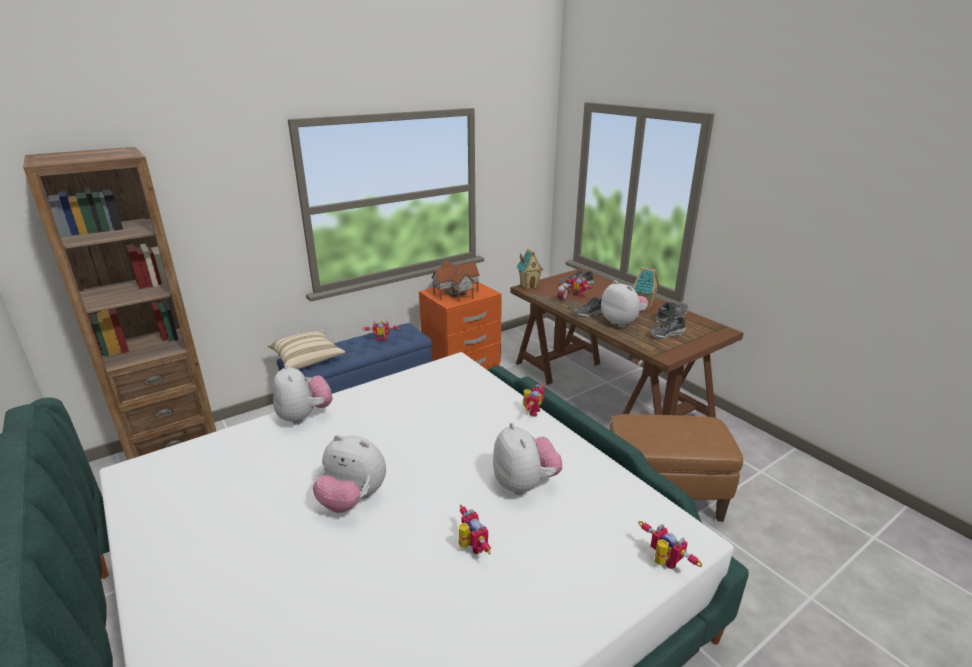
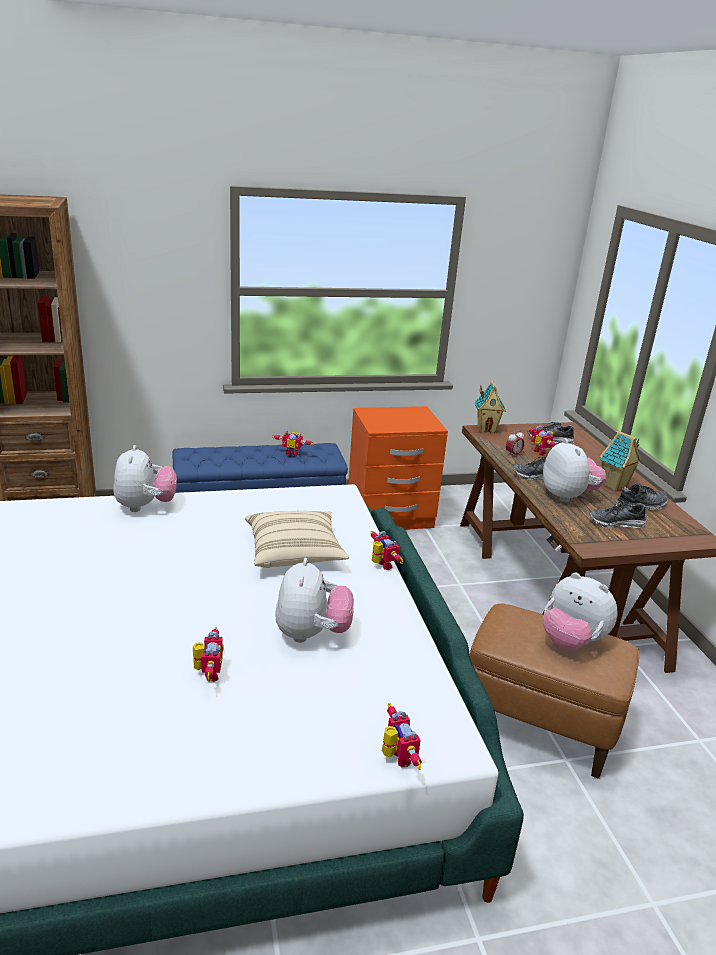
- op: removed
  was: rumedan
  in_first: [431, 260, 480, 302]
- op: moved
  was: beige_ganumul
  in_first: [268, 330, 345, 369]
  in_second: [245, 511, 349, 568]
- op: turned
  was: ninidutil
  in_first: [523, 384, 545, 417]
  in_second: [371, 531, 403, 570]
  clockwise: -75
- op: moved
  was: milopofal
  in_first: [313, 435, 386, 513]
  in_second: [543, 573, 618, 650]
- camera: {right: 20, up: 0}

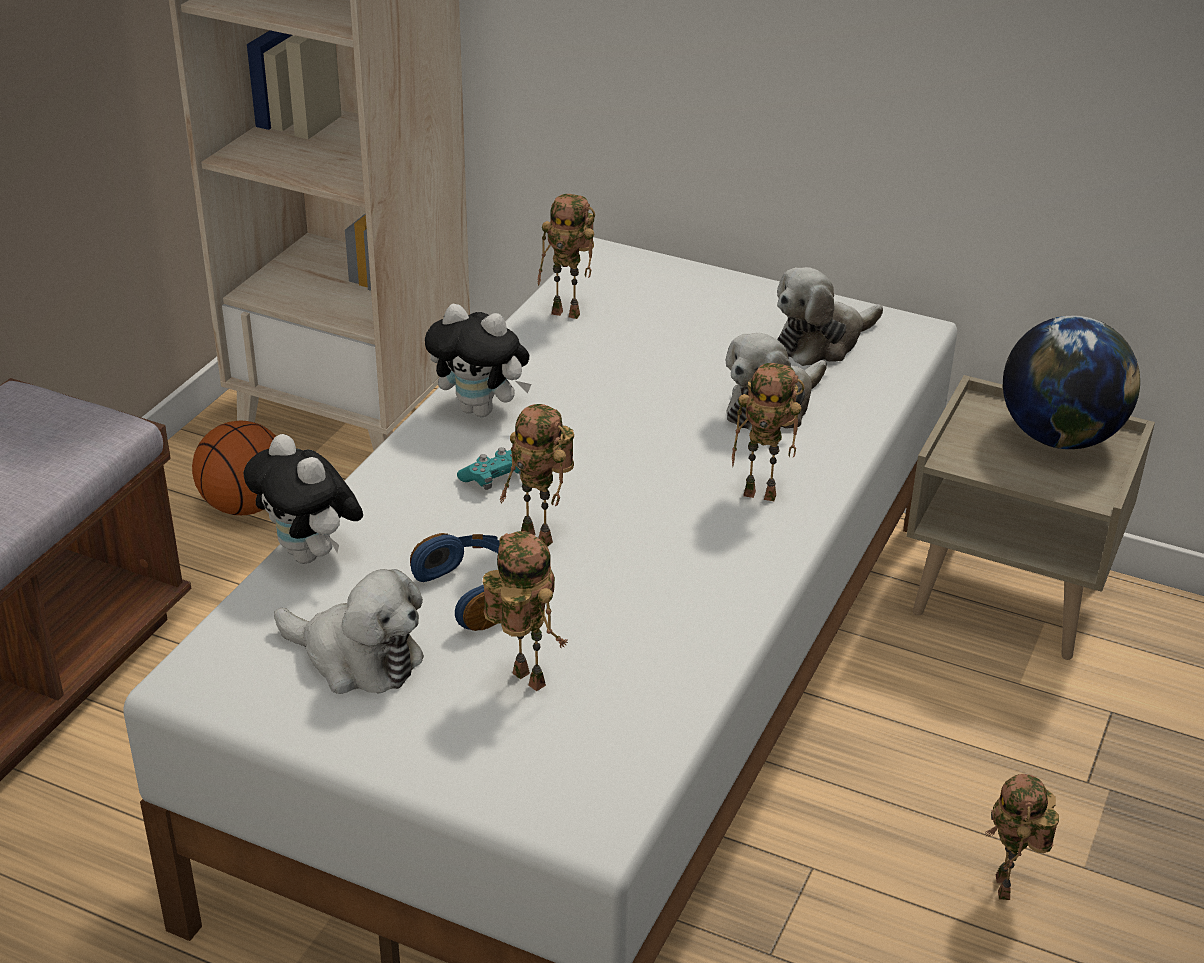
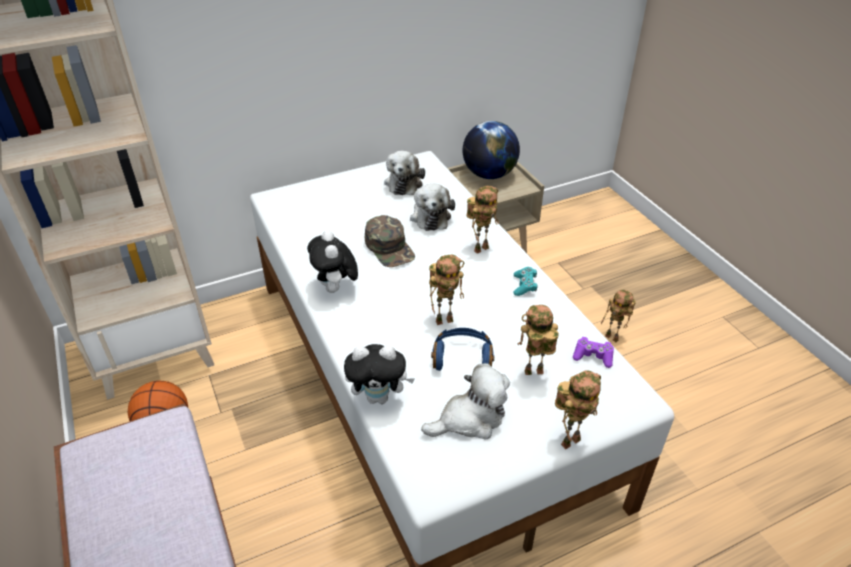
- op: moved
  was: ninidutil
  in_first: [538, 194, 595, 319]
  in_second: [555, 370, 601, 449]
- op: turned
  was: milopofal
  in_first: [425, 304, 531, 417]
  in_second: [307, 230, 358, 293]
  clockwise: 105
- op: moved
  was: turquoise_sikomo
  in_first: [457, 447, 521, 490]
  in_second: [514, 267, 538, 296]
- op: added
  now: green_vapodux
  in_second: [365, 215, 415, 267]
- op: added
  now: purple_sikomo
  in_second: [573, 337, 614, 368]
- camera: {right: -50, up: 5}

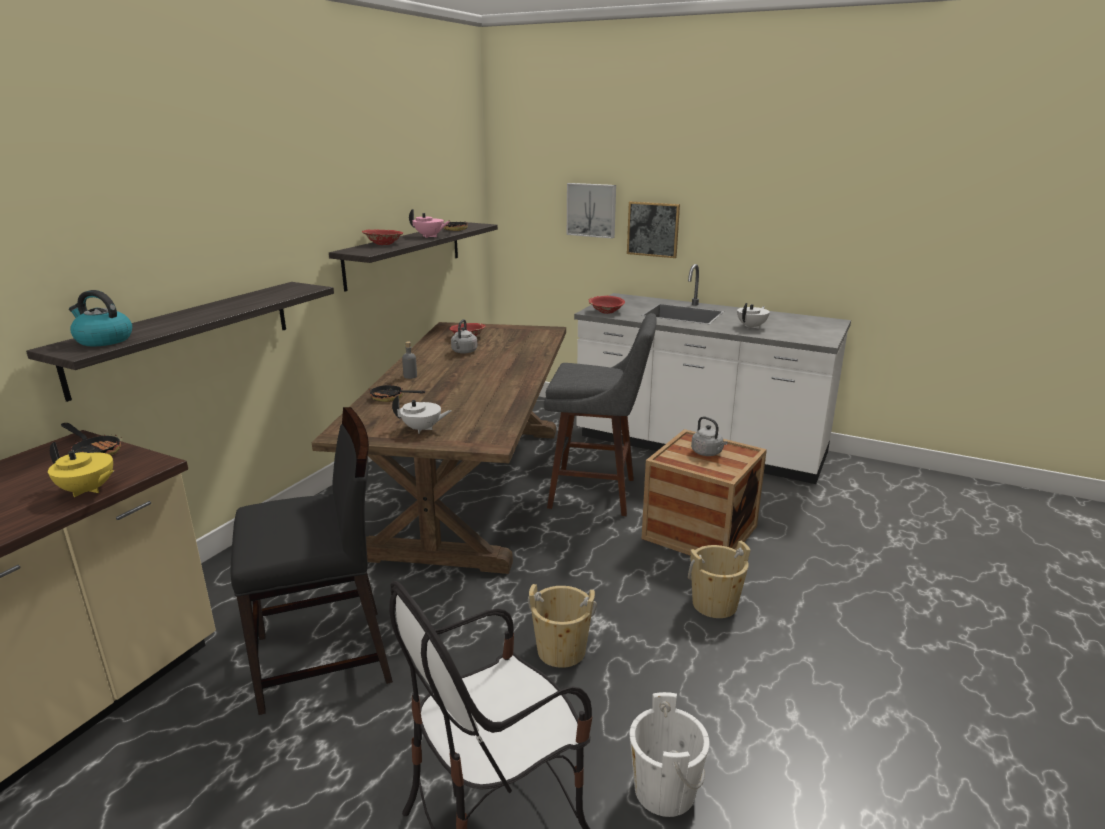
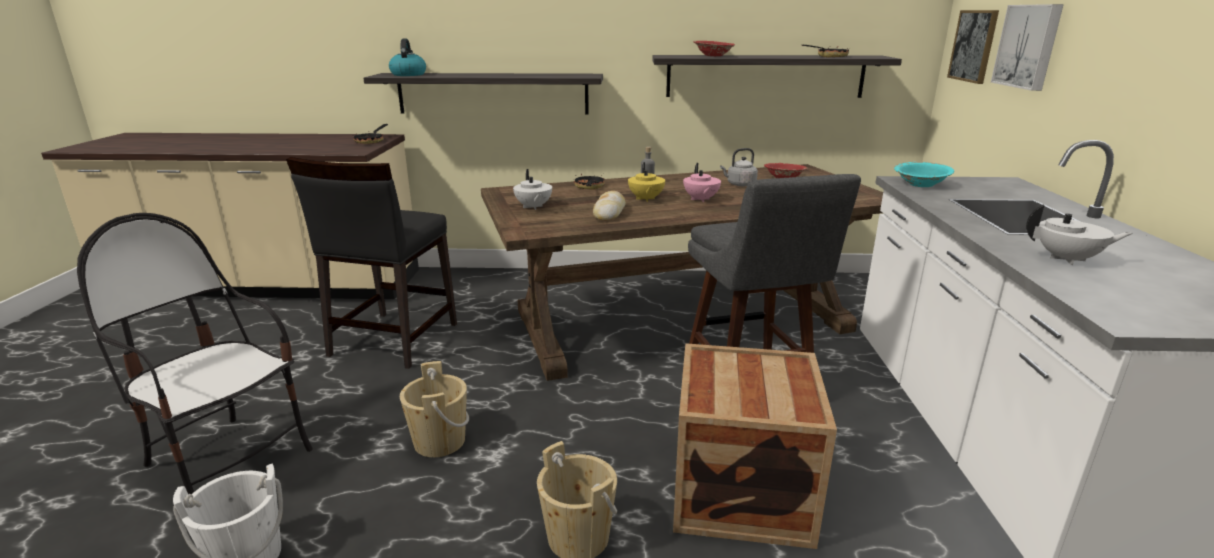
- op: moved
  was: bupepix
  in_first: [627, 201, 680, 258]
  in_second: [947, 10, 999, 84]
- op: moved
  was: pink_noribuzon
  in_first: [409, 209, 450, 238]
  in_second: [683, 163, 721, 202]
- op: recoloured
  was: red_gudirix
  now: turquoise_gudirix
  in_first: [588, 295, 625, 314]
  in_second: [894, 162, 954, 187]
- op: turned
  was: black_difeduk
  in_first: [231, 407, 393, 715]
  in_second: [286, 157, 457, 369]
  clockwise: 60
- op: removed
  was: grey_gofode
  in_first: [691, 416, 728, 456]
- op: moved
  was: yellow_noribuzon
  in_first: [48, 442, 114, 497]
  in_second: [628, 162, 665, 202]
- op: added
  now: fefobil
  in_second: [593, 191, 626, 221]
- camera: {right: 65, up: 0}

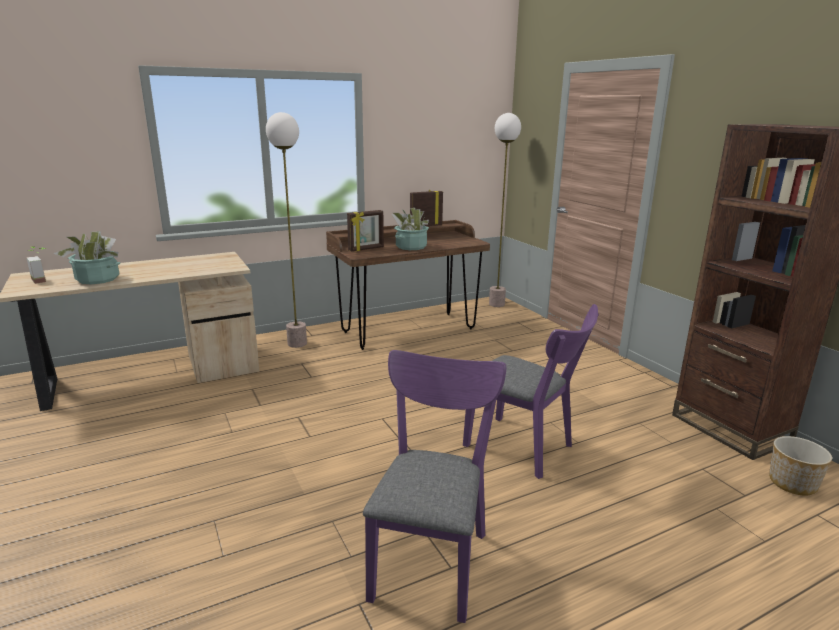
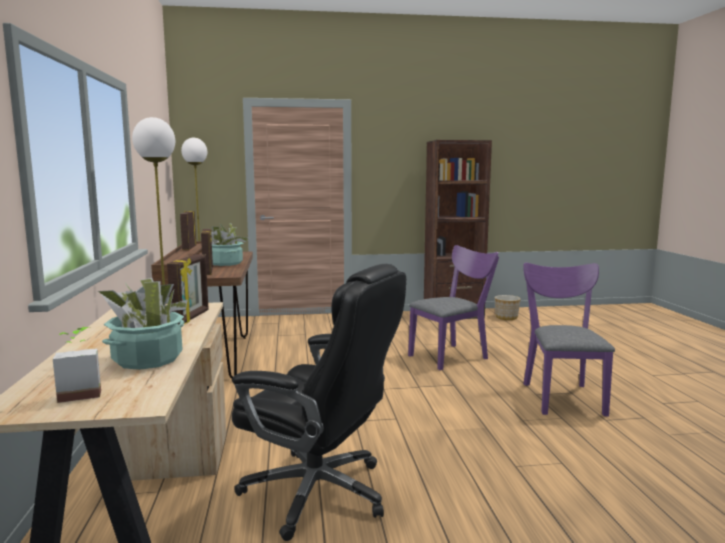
- op: turned
  was: purple_difeduk
  in_first: [363, 350, 506, 623]
  in_second: [523, 263, 615, 416]
  clockwise: 60
- op: added
  now: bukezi
  in_second: [167, 254, 209, 325]
- op: added
  now: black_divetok
  in_second: [232, 264, 406, 541]
- camera: {right: -70, up: -10}

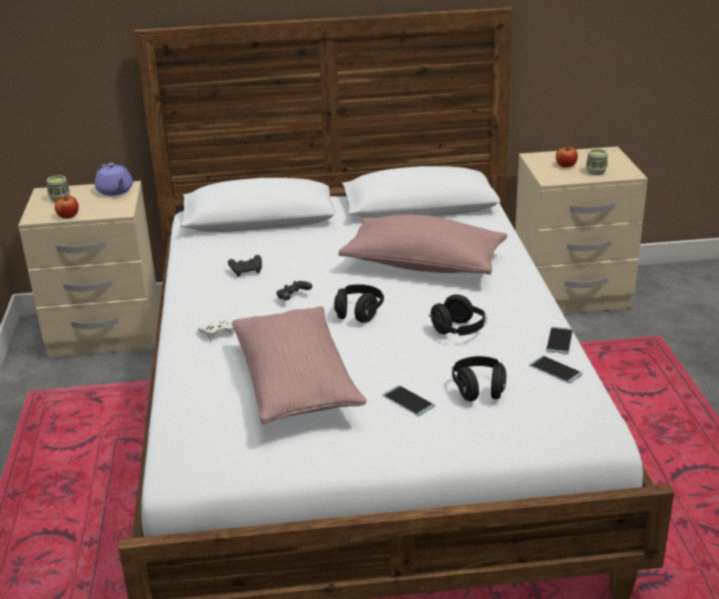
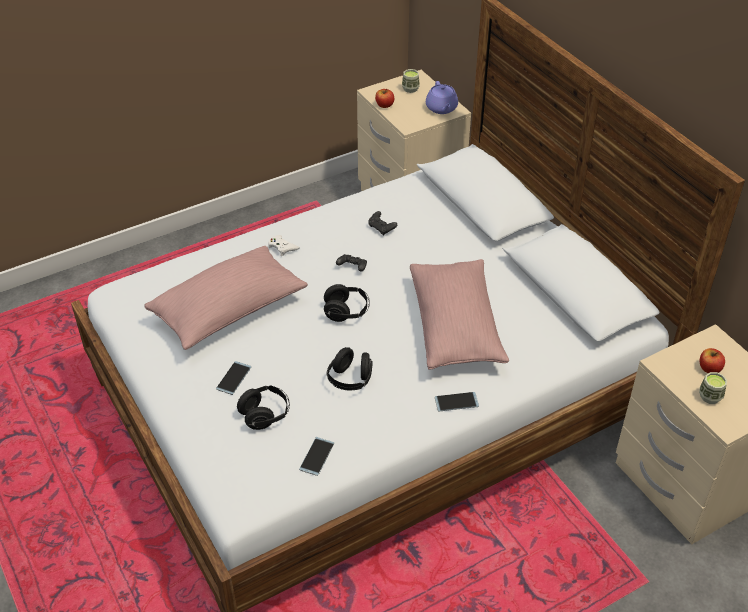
- op: turned
  was: purple_noribuzon
  in_first: [95, 163, 133, 196]
  in_second: [426, 81, 458, 114]
  clockwise: -45
- op: moved
  was: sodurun
  in_first: [546, 327, 573, 354]
  in_second: [435, 392, 479, 412]
- camera: {right: 65, up: 15}

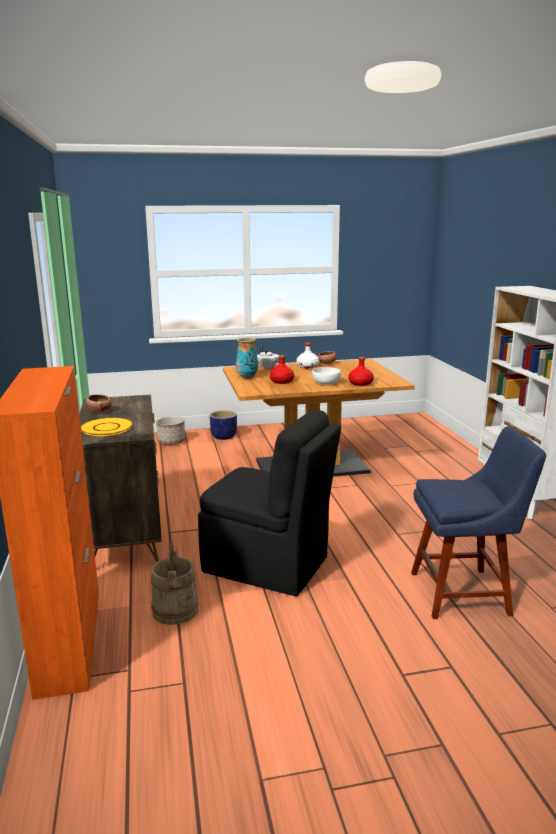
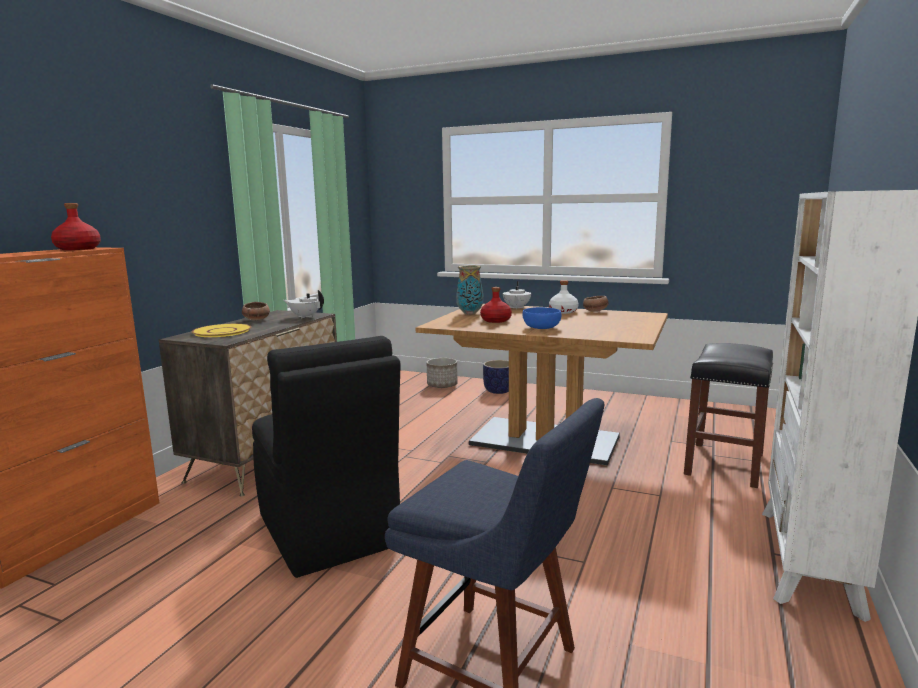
- op: moved
  was: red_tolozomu
  in_first: [348, 357, 374, 386]
  in_second: [51, 203, 101, 250]
- op: recoloured
  was: white_gudirix
  now: blue_gudirix
  in_first: [312, 367, 341, 384]
  in_second: [523, 307, 561, 329]
- op: removed
  was: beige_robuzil
  in_first: [151, 541, 199, 625]
- op: added
  now: white_noribuzon
  in_second: [284, 290, 324, 318]
- op: added
  now: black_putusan
  in_second: [684, 343, 773, 488]
- camera: {right: 35, up: -5}

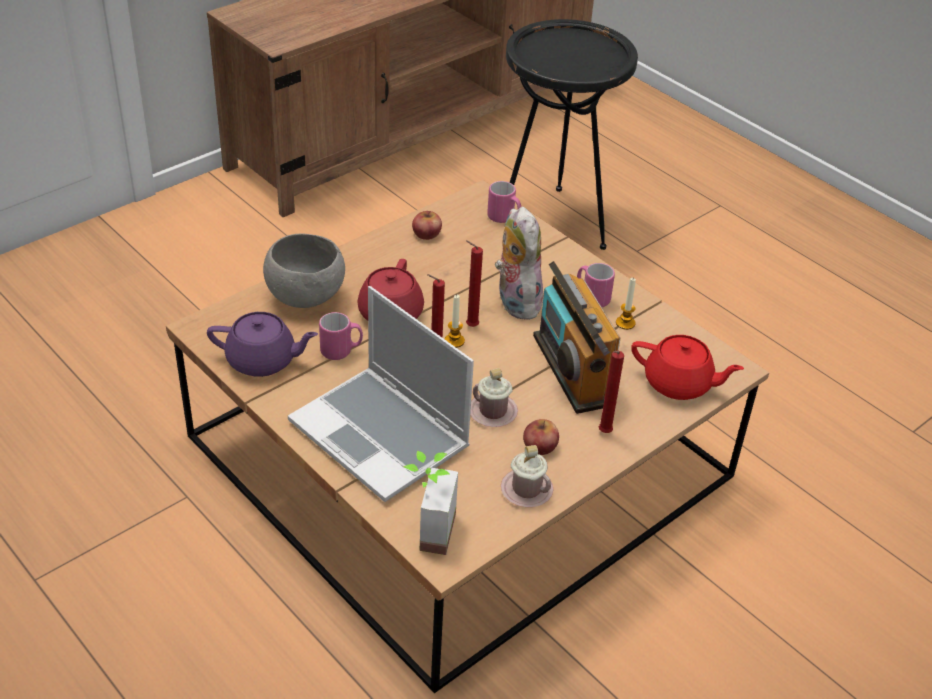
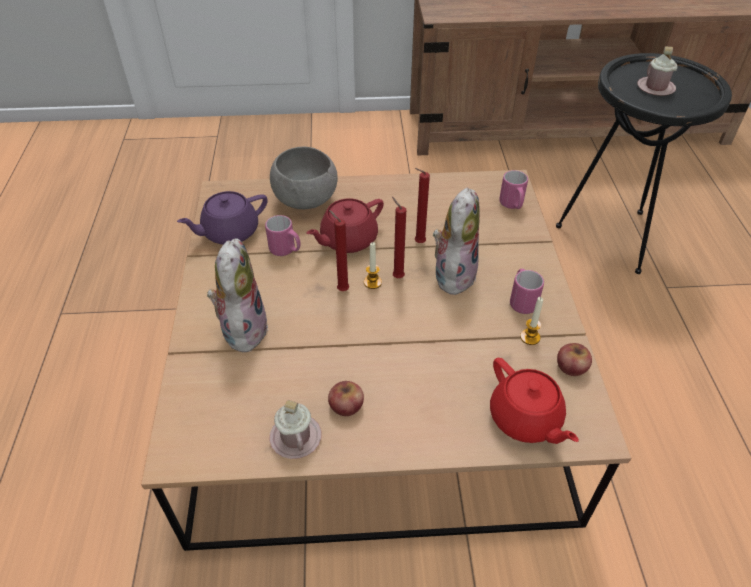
- op: moved
  was: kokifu
  in_first: [412, 211, 442, 240]
  in_second: [557, 343, 592, 376]
- op: removed
  was: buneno
  in_first: [533, 261, 620, 414]
- op: replaced
  was: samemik
  now: milopofal
  in_first: [288, 286, 474, 502]
  in_second: [207, 238, 268, 352]
- op: turned
  was: purple_noribuzon
  in_first: [207, 312, 318, 377]
  in_second: [177, 191, 268, 245]
  clockwise: 105
- op: moved
  was: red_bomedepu
  in_first: [599, 351, 624, 433]
  in_second: [415, 168, 430, 243]
- op: moved
  was: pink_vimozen
  in_first: [470, 368, 518, 427]
  in_second: [637, 47, 677, 96]
- op: removed
  was: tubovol
  in_first: [404, 451, 458, 555]
- camera: {right: 40, up: 5}

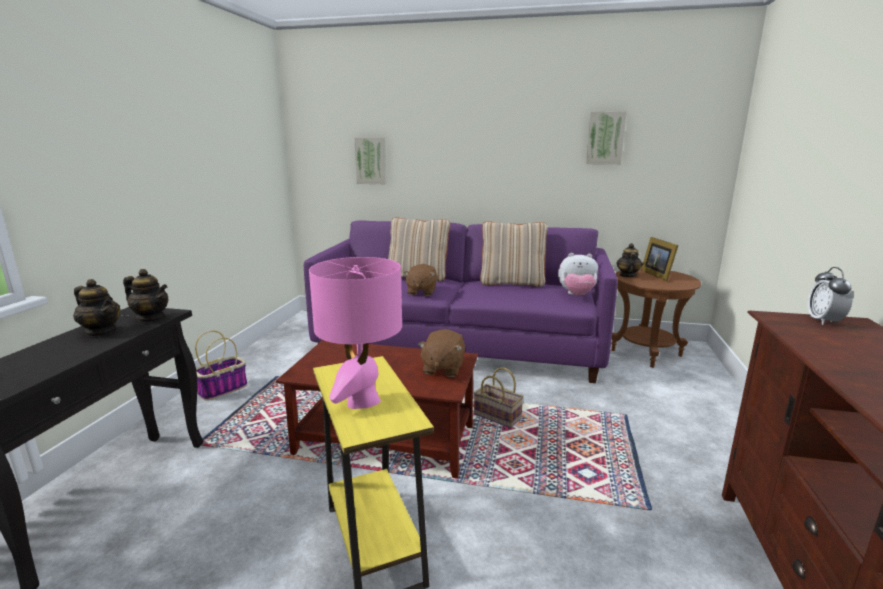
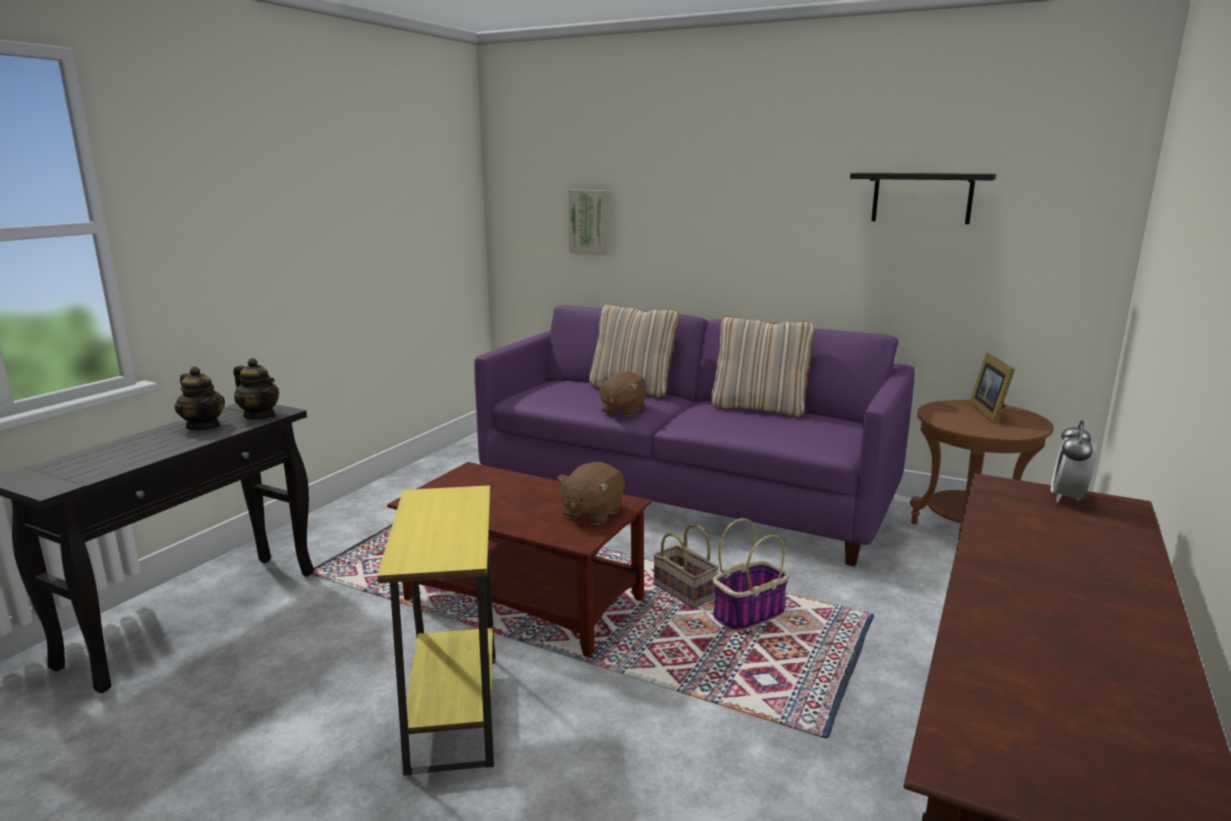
- op: replaced
  was: bupepix
  now: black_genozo
  in_first: [586, 111, 627, 165]
  in_second: [850, 173, 996, 224]
- op: removed
  was: noribuzon
  in_first: [616, 243, 643, 277]
- op: removed
  was: milopofal
  in_first: [558, 253, 598, 296]
- op: removed
  was: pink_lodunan
  in_first: [309, 257, 402, 409]
- op: moved
  was: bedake
  in_first: [195, 331, 248, 401]
  in_second: [713, 518, 789, 632]
- camera: {right: 15, up: 0}

